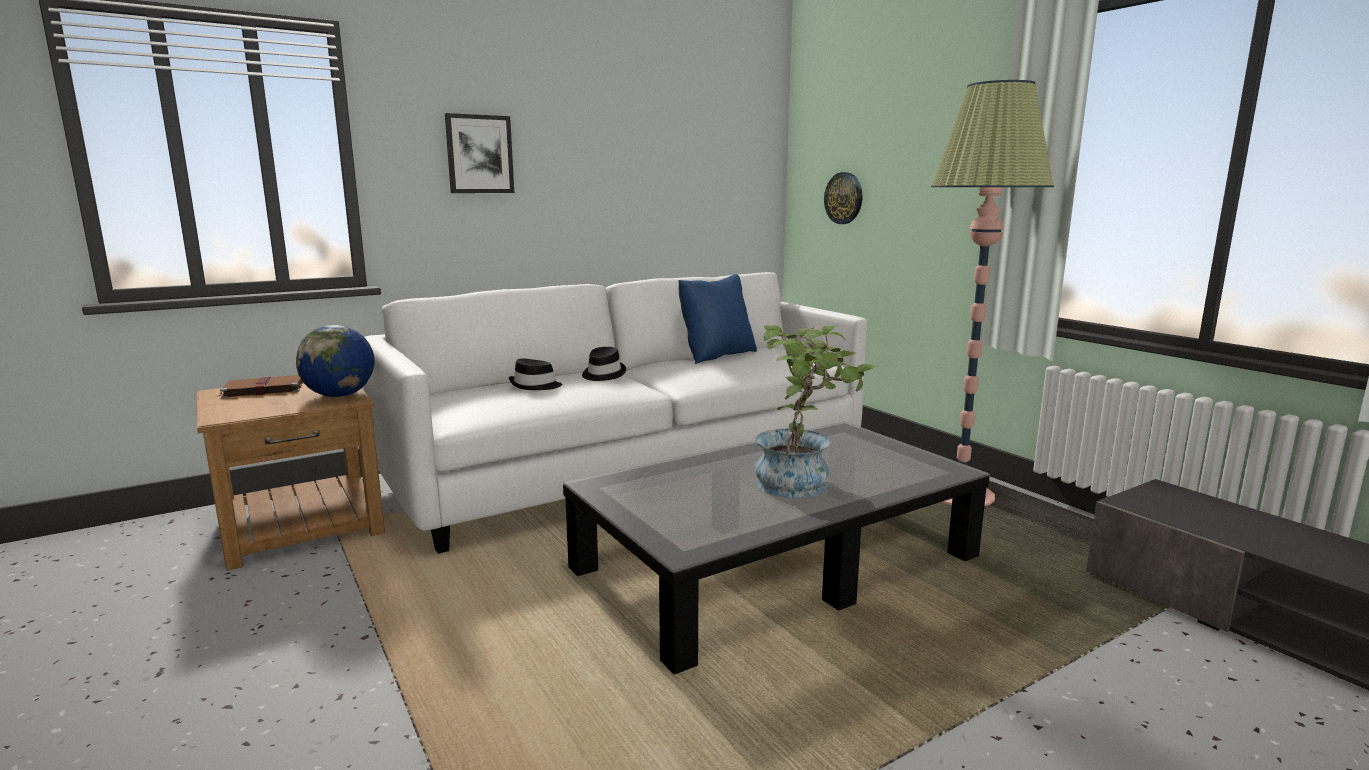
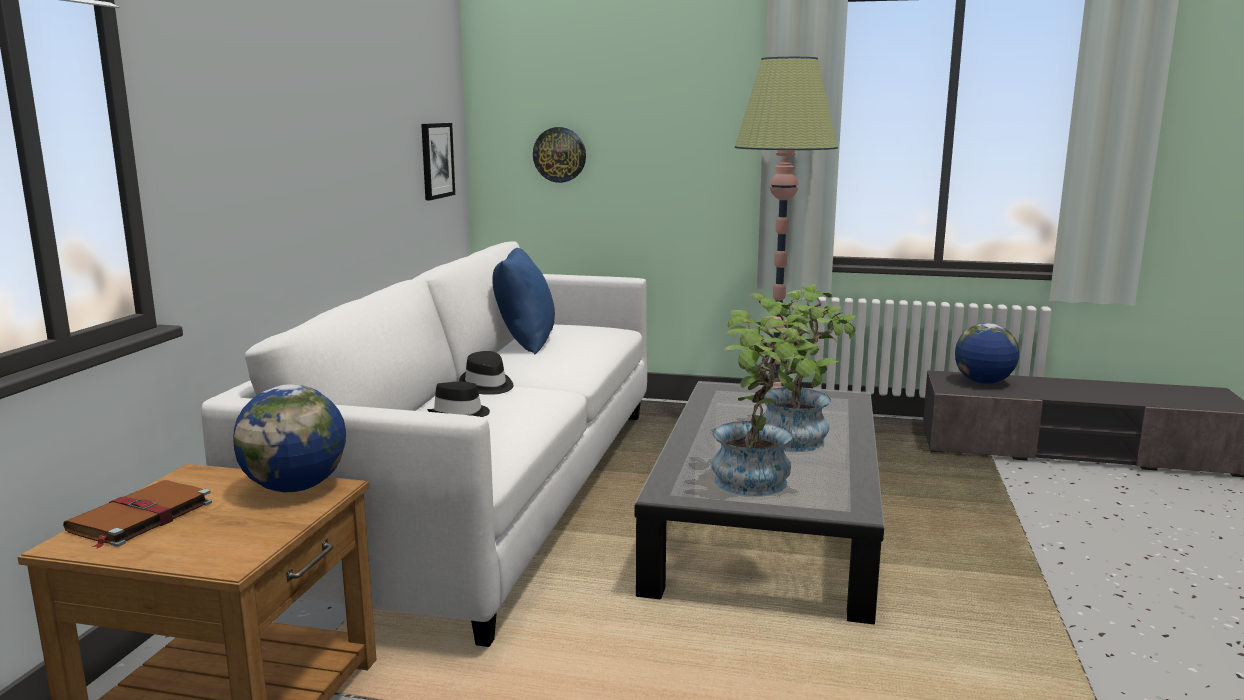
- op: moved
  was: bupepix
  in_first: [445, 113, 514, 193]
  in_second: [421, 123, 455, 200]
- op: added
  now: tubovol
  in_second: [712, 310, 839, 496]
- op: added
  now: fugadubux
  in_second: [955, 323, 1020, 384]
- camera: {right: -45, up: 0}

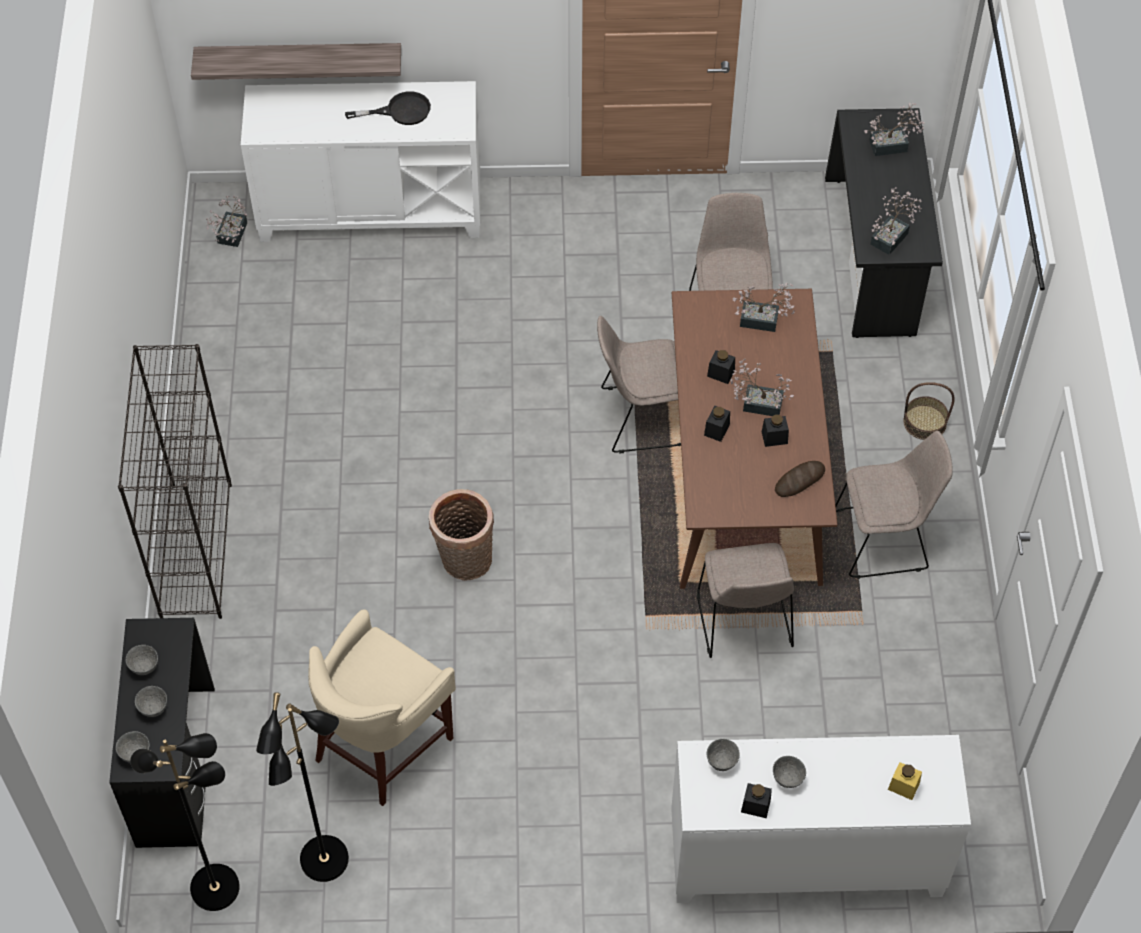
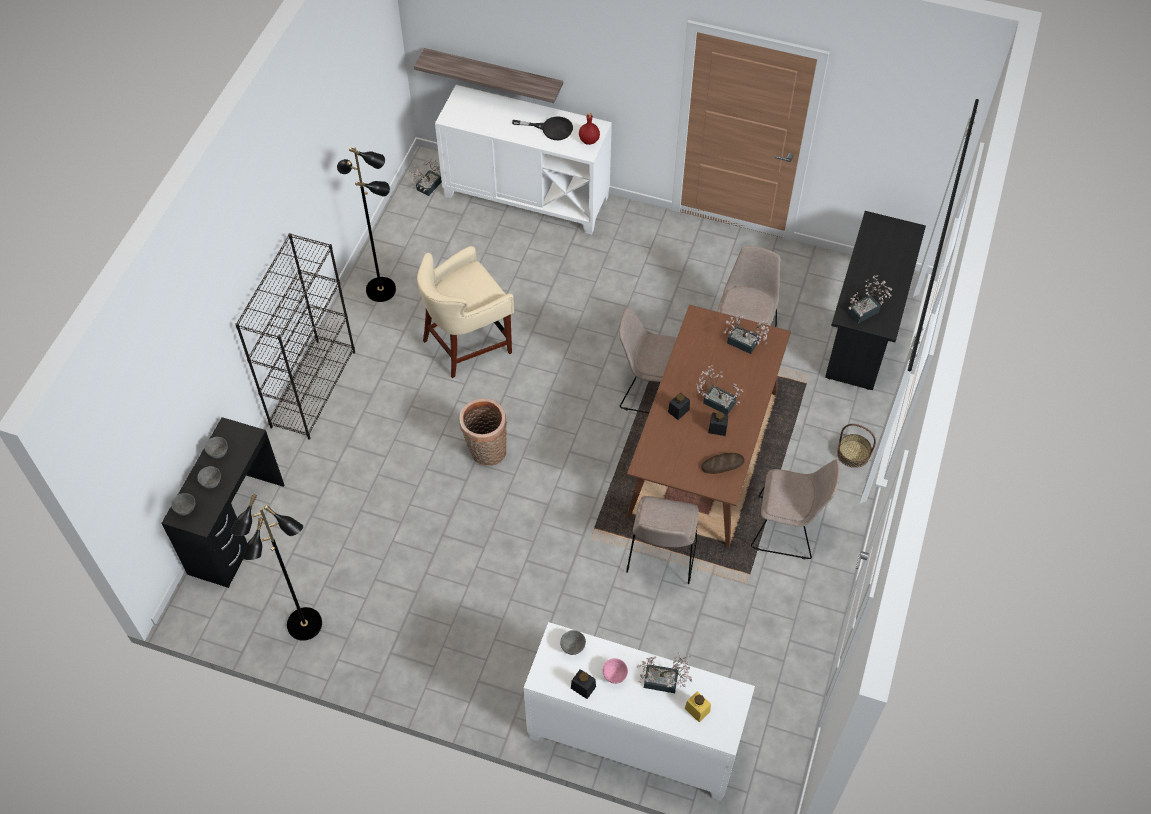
- op: moved
  was: tubovol
  in_first: [864, 102, 925, 156]
  in_second: [637, 653, 692, 693]
- op: removed
  was: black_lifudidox
  in_first: [707, 350, 735, 384]
- op: moved
  was: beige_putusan
  in_first: [308, 610, 456, 806]
  in_second: [417, 246, 514, 378]
- op: moved
  was: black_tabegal
  in_first: [130, 733, 240, 911]
  in_second: [337, 147, 396, 302]
- op: recoloured
  was: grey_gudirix
  now: pink_gudirix
  in_first: [773, 756, 806, 788]
  in_second: [603, 658, 628, 684]
- op: added
  now: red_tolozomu
  in_second: [579, 113, 600, 145]
- camera: {right: 20, up: 0}

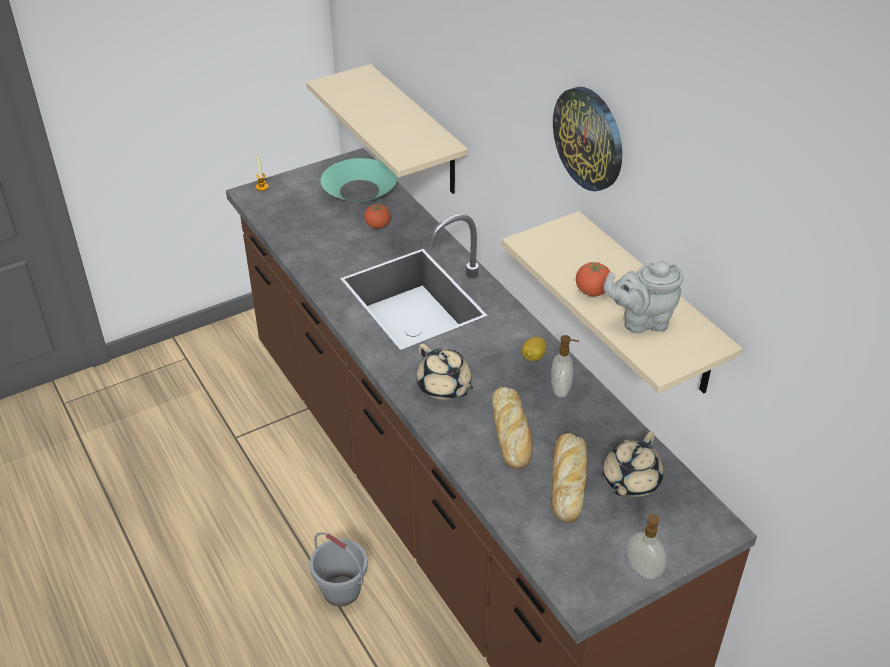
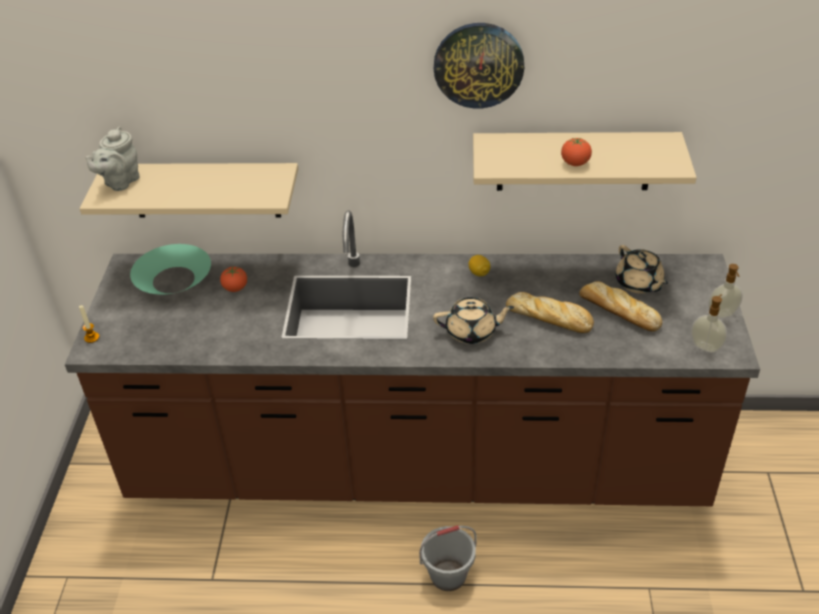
- op: moved
  was: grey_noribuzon
  in_first: [604, 261, 683, 333]
  in_second: [85, 127, 139, 191]
- op: moved
  was: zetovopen
  in_first: [551, 335, 579, 397]
  in_second: [691, 294, 727, 353]
- camera: {right: -55, up: 0}

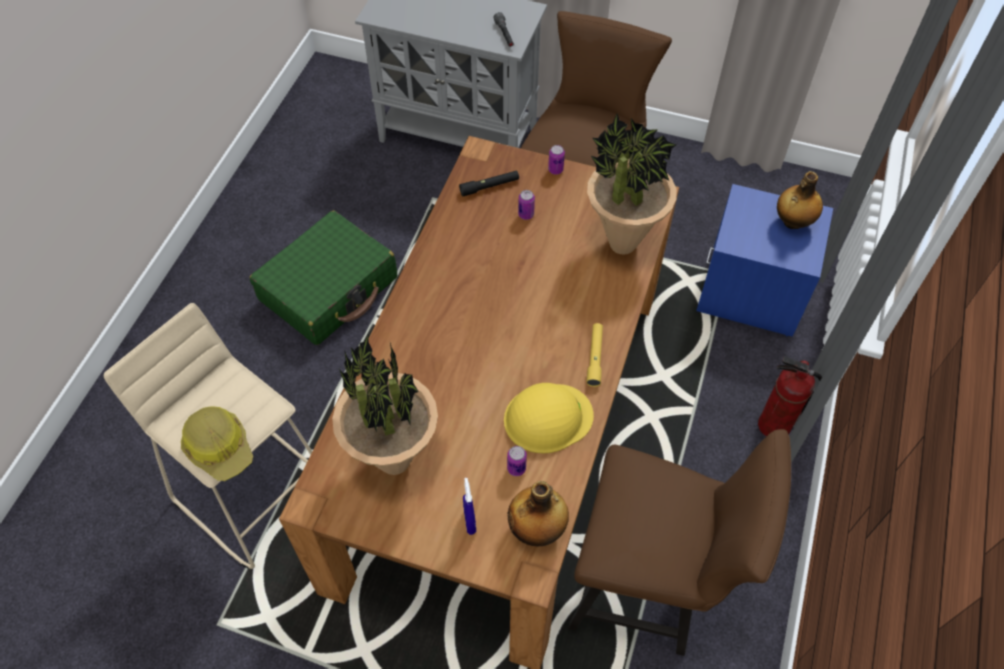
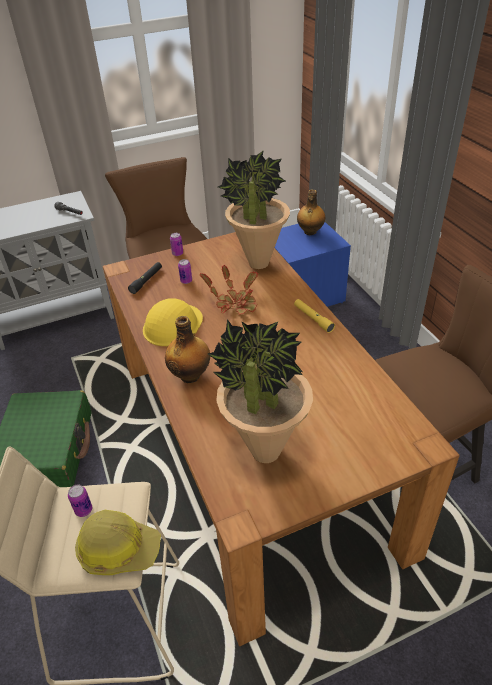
- op: removed
  was: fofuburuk
  in_first: [758, 356, 822, 436]
- op: moved
  was: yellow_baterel
  in_first: [504, 383, 594, 453]
  in_second: [143, 298, 203, 346]
- op: moved
  was: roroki
  in_first: [507, 446, 527, 476]
  in_second: [68, 484, 92, 517]
- op: removed
  was: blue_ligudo
  in_first: [463, 478, 476, 535]
- op: moved
  was: tolozomu
  in_first: [508, 481, 569, 546]
  in_second: [165, 316, 210, 383]
- op: added
  now: tubovol
  in_second: [199, 265, 258, 315]
- camera: {right: -40, up: -15}

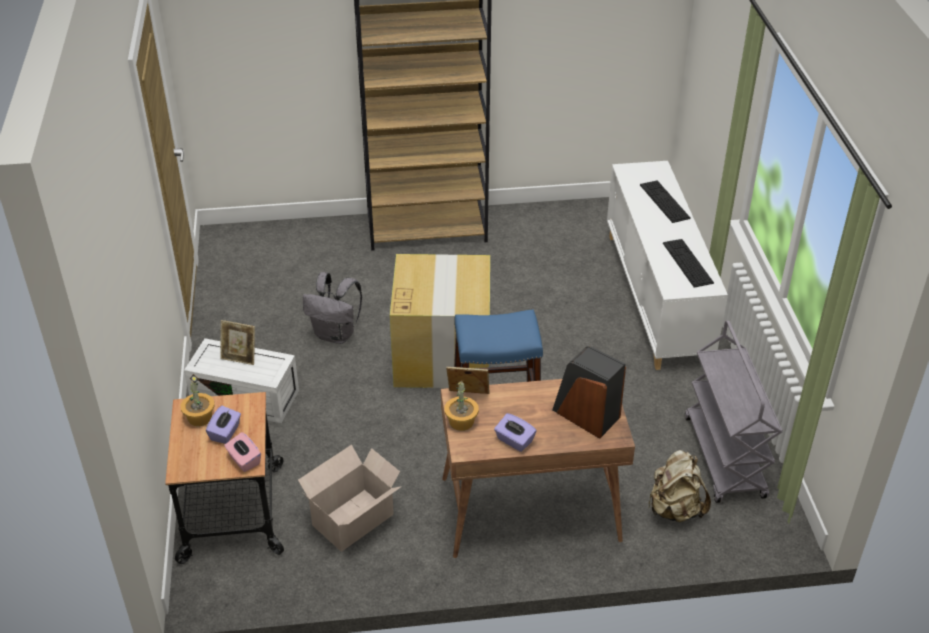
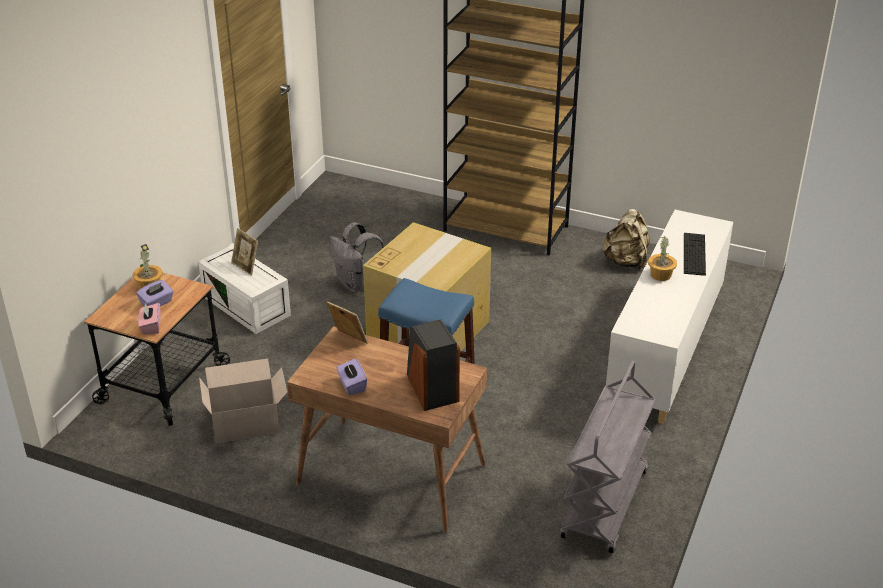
- op: removed
  was: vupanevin
  in_first: [663, 239, 714, 288]
- op: moved
  was: tubovol
  in_first: [444, 381, 479, 431]
  in_second: [648, 236, 677, 281]
- op: moved
  was: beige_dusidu
  in_first: [648, 450, 711, 522]
  in_second: [603, 209, 650, 270]
- camera: {right: 30, up: -5}

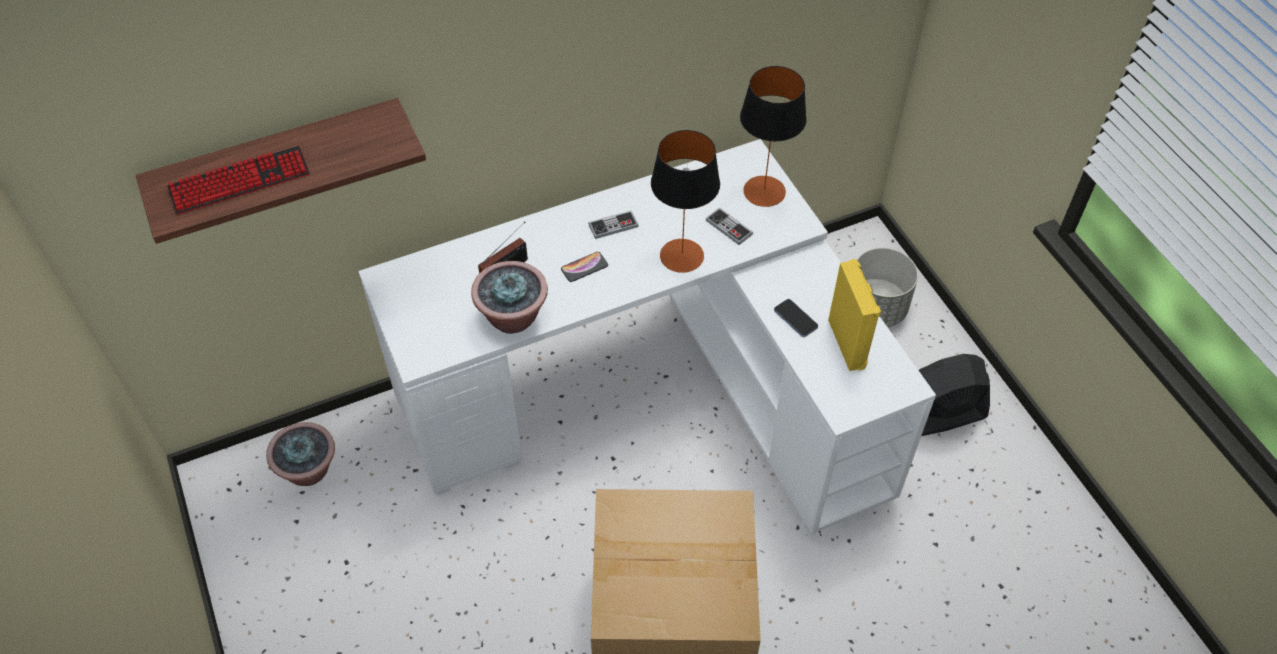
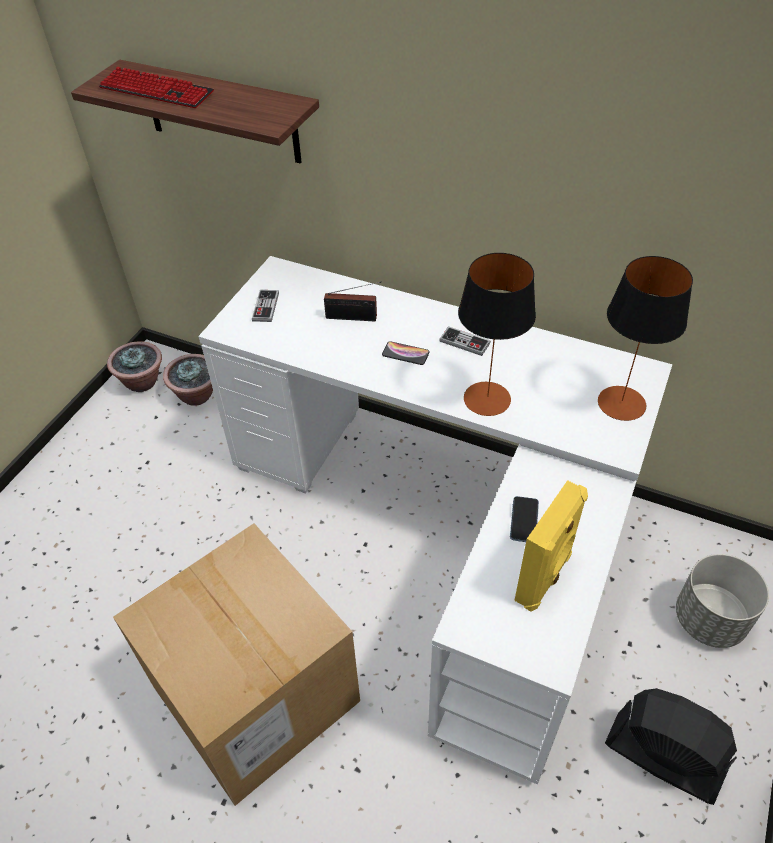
- op: moved
  was: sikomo
  in_first: [706, 208, 753, 245]
  in_second: [252, 290, 279, 322]
- op: moved
  was: tubovol
  in_first: [471, 261, 548, 334]
  in_second: [107, 341, 162, 392]
- camera: {right: 50, up: -5}

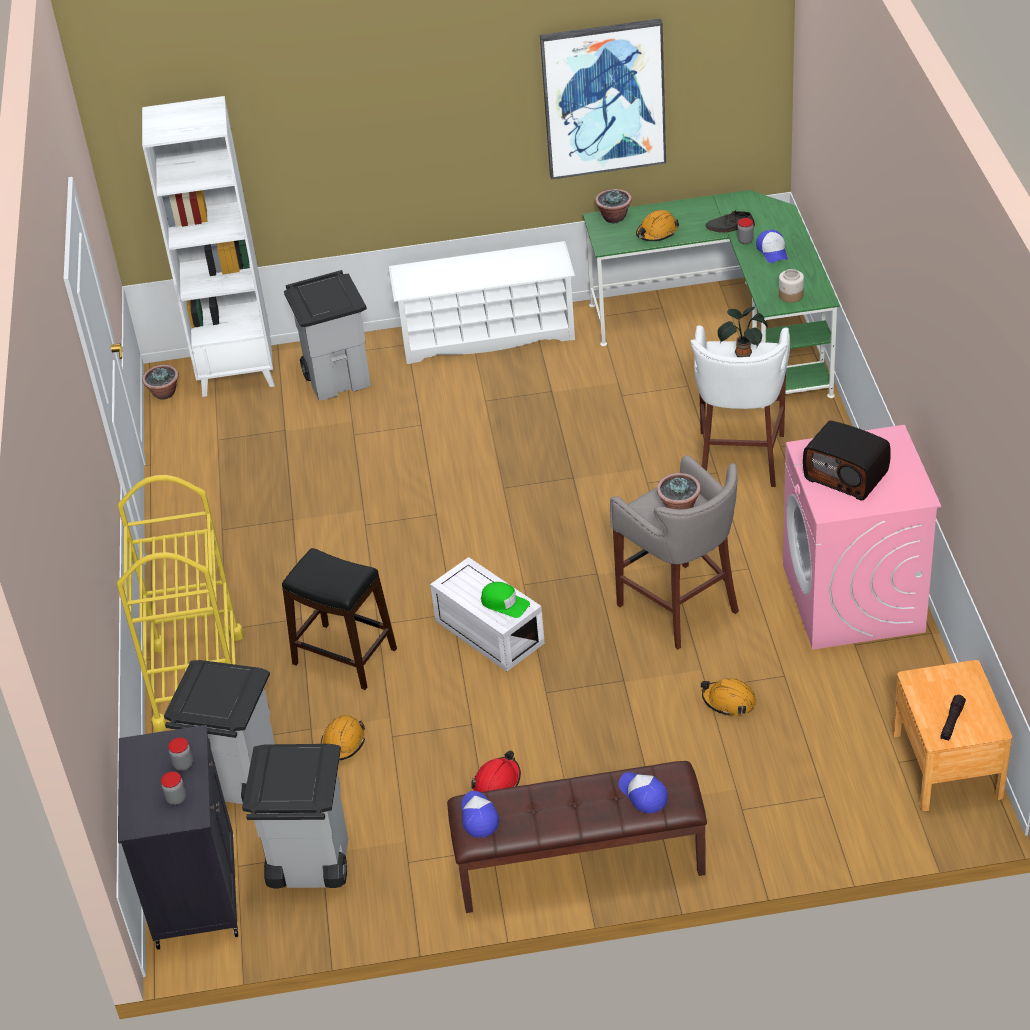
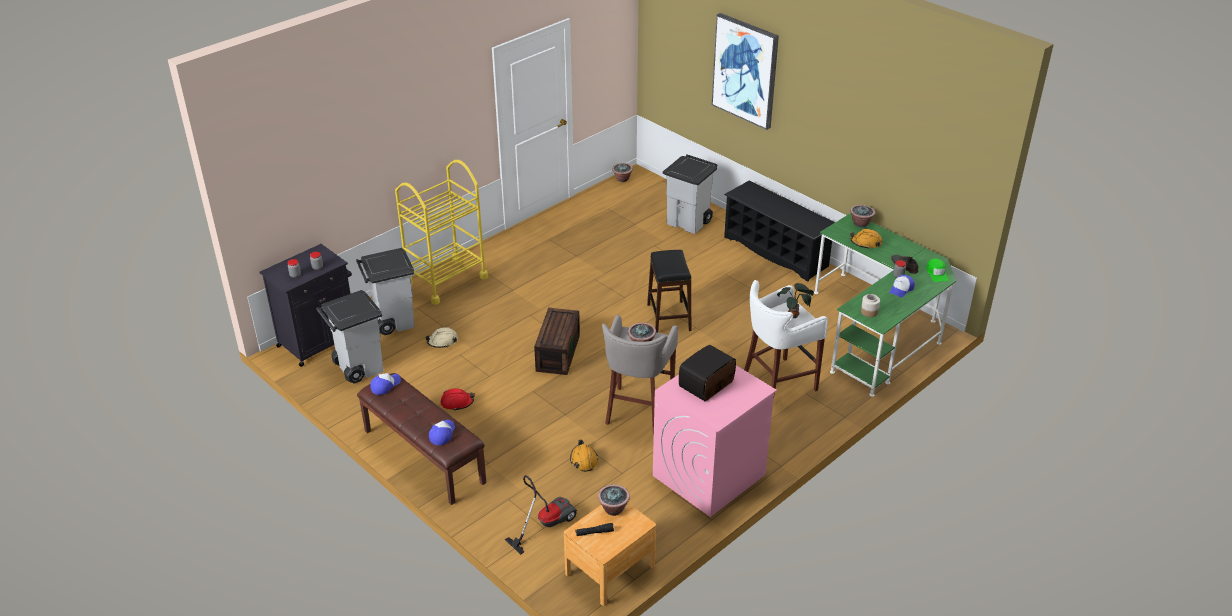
- op: moved
  was: bupepix
  in_first: [540, 18, 666, 180]
  in_second: [712, 13, 779, 130]
- op: removed
  was: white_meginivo
  in_first: [142, 96, 275, 397]
- op: recoloured
  was: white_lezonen
  now: black_lezonen
  in_first: [388, 241, 575, 364]
  in_second: [724, 181, 835, 281]
- op: turned
  was: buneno
  in_first: [803, 421, 891, 501]
  in_second: [679, 345, 736, 401]
  clockwise: 45
- op: moved
  was: black_putusan
  in_first: [282, 548, 397, 690]
  in_second: [647, 250, 691, 333]
- op: recoloured
  was: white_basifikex
  now: brown_basifikex
  in_first: [430, 557, 545, 672]
  in_second: [534, 308, 580, 375]
- op: moved
  was: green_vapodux
  in_first: [481, 582, 530, 618]
  in_second: [926, 259, 949, 282]
- op: recoloured
  was: orange_baterel
  now: beige_baterel
  in_first: [321, 715, 365, 760]
  in_second: [425, 327, 458, 348]
- op: added
  now: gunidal
  in_second: [505, 475, 577, 555]
- op: added
  now: tubovol
  in_second: [598, 484, 630, 516]
- camera: {right: 50, up: -5}

